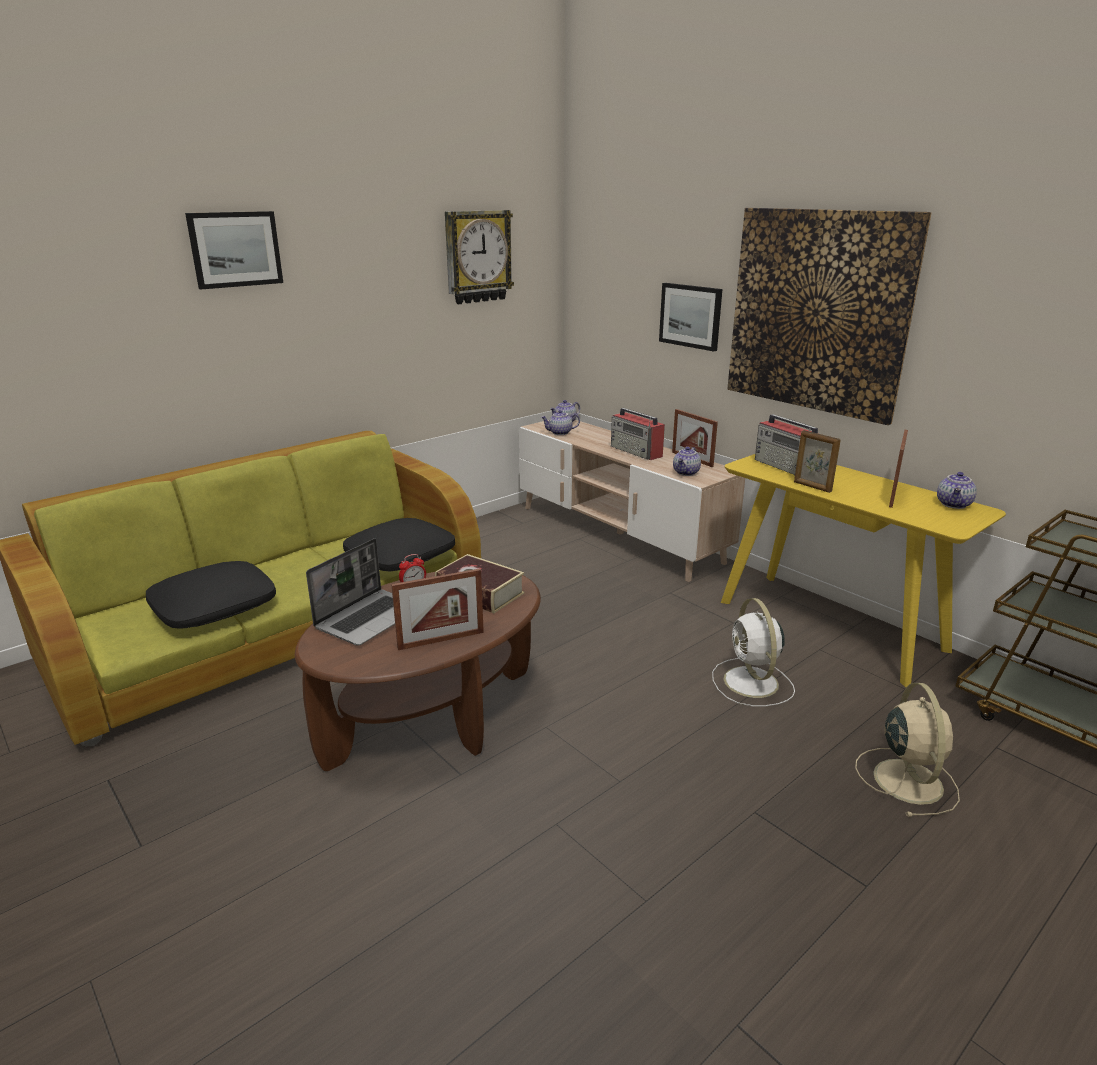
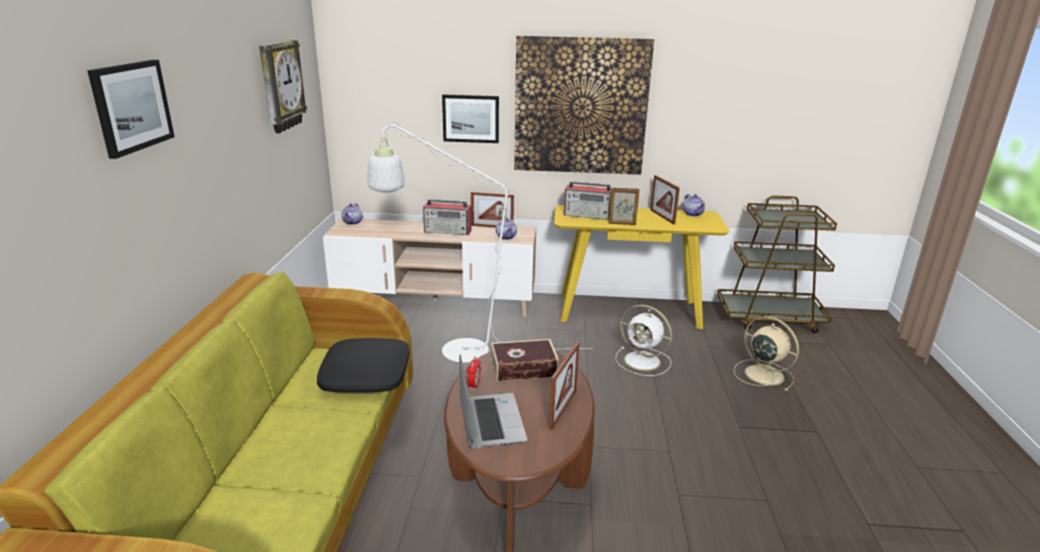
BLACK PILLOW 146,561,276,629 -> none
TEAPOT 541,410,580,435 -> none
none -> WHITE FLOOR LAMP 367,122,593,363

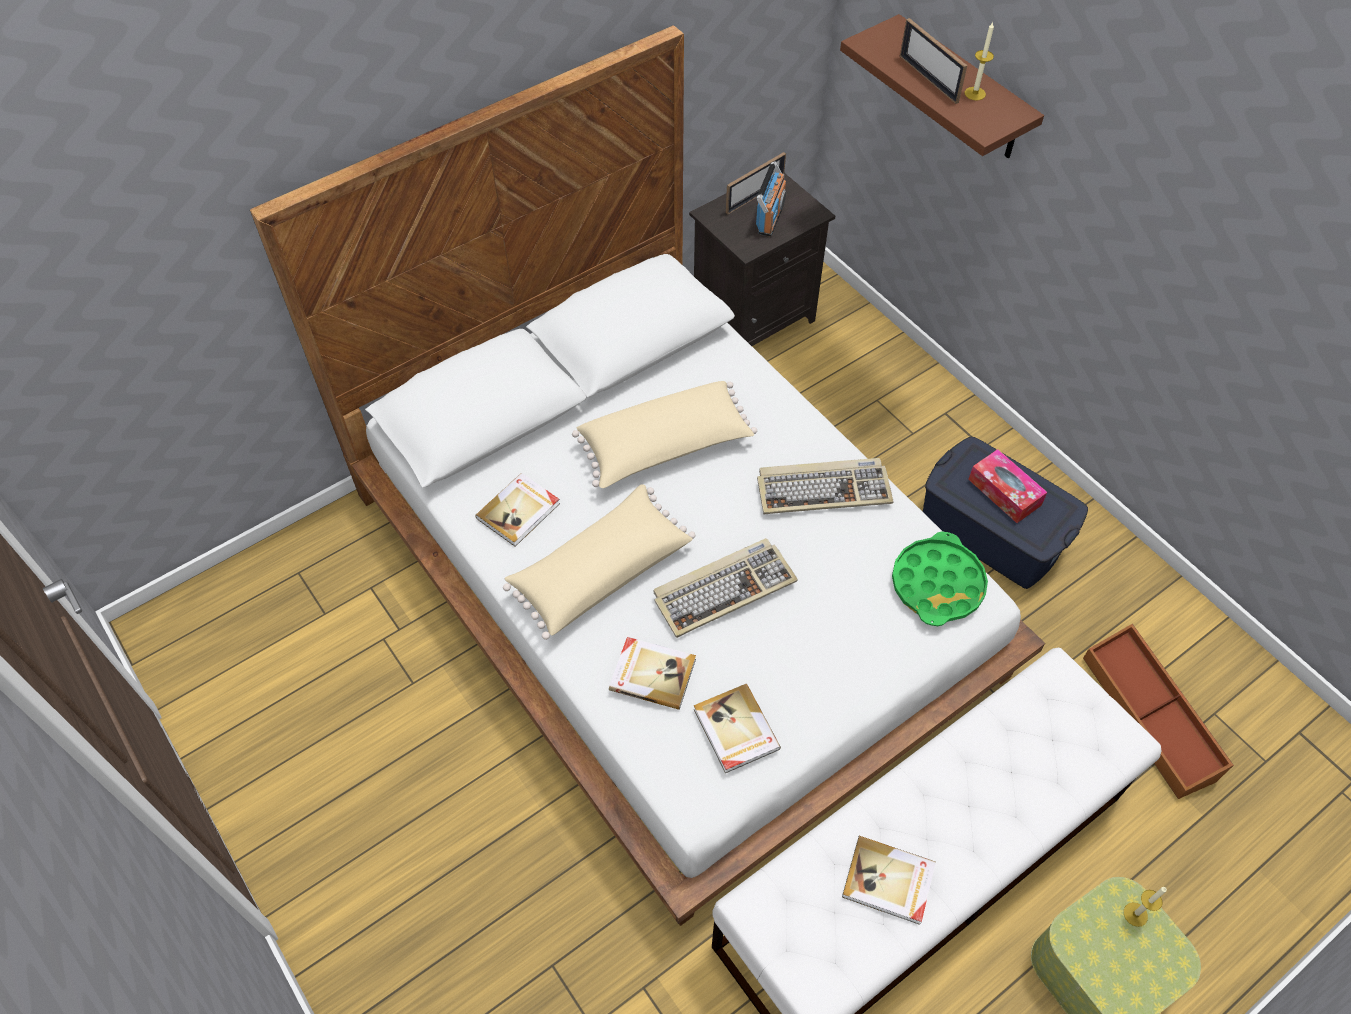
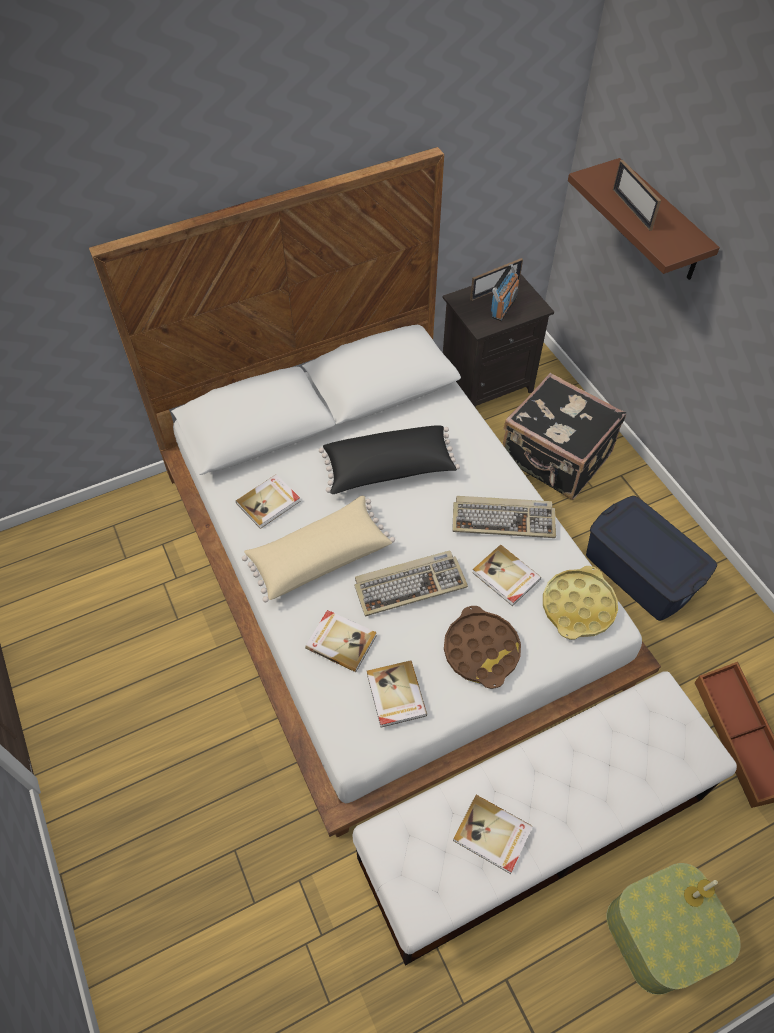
BEIGE PILLOW 572,381,757,488 -> BLACK PILLOW 319,425,460,494
GREEN TRAY 892,532,988,626 -> YELLOW TRAY 543,566,618,640
CANDLE 965,22,994,100 -> none
TISSUE BOX 968,449,1047,523 -> none
none -> BROWN TRAY 444,606,521,689
none -> BOOK 472,545,541,606
none -> BLACK SUITCASE 503,373,626,500

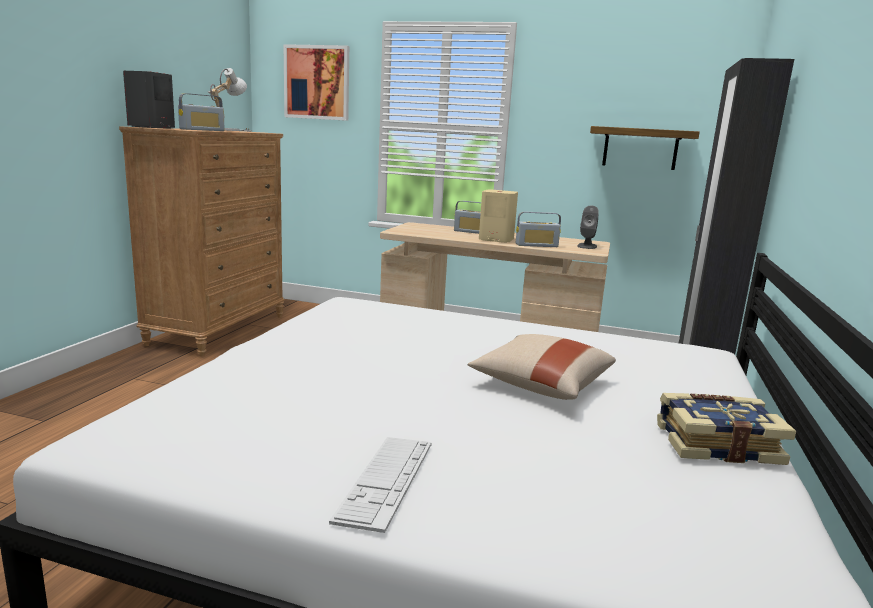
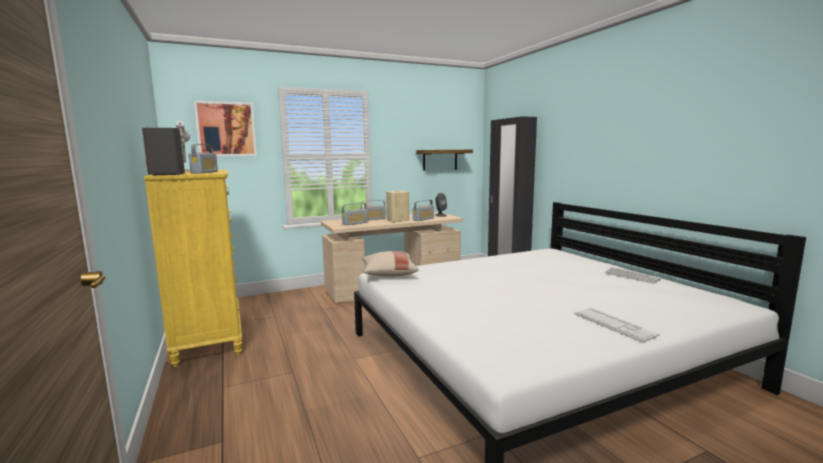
BROWN DRESSER 119,126,284,356 -> YELLOW DRESSER 144,170,242,367
BEIGE PILLOW 468,334,616,400 -> BEIGE PILLOW 362,251,419,277, move
BOOK 657,393,796,465 -> KEYBOARD 604,267,662,284
none -> RADIO 342,203,368,225

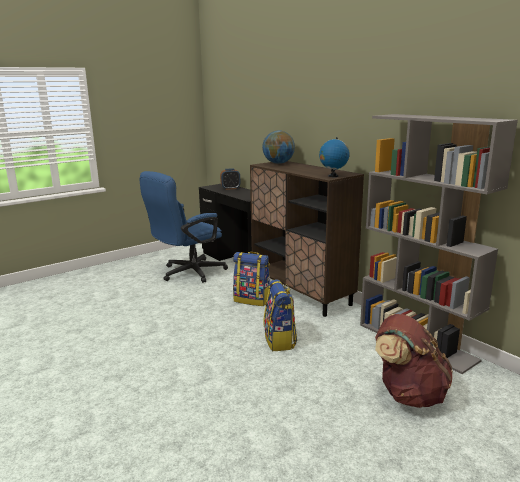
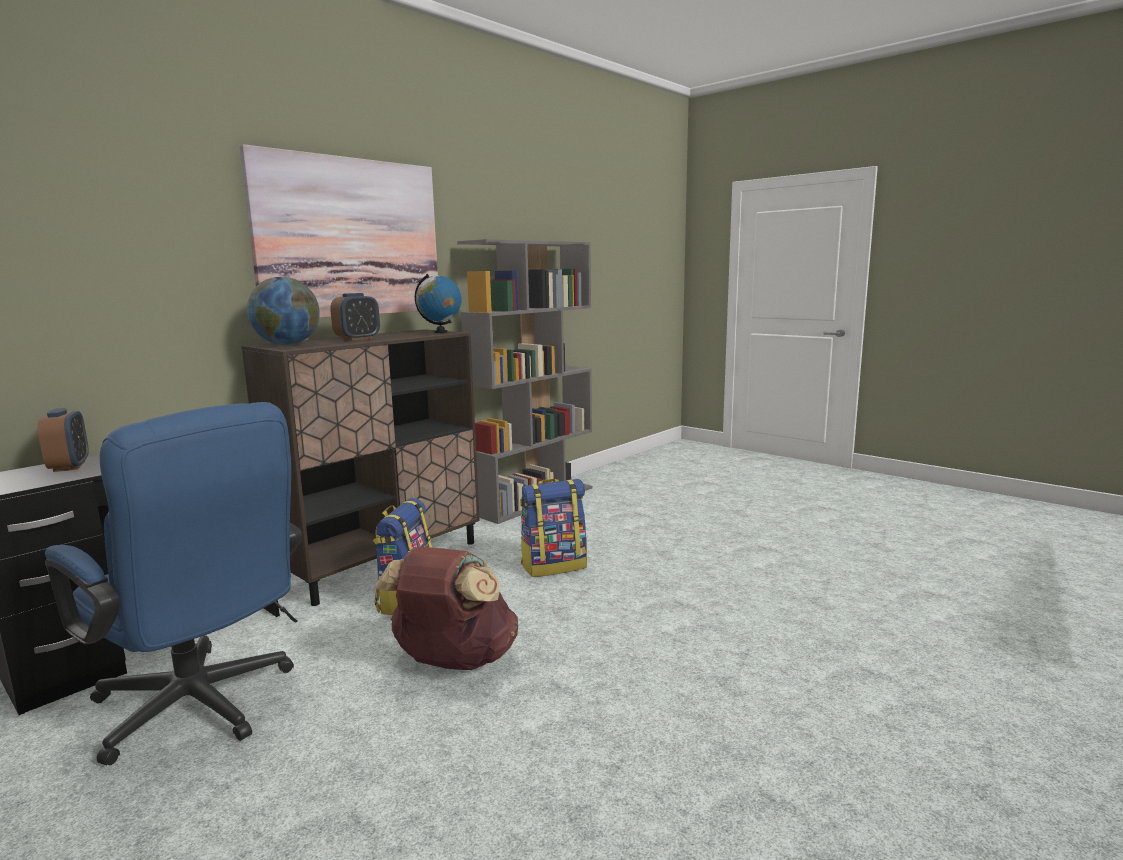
BROWN BACKPACK 375,314,453,408 -> BROWN BACKPACK 374,547,518,670, move
none -> PICTURE 239,144,438,318
none -> ALARM CLOCK 330,293,380,341

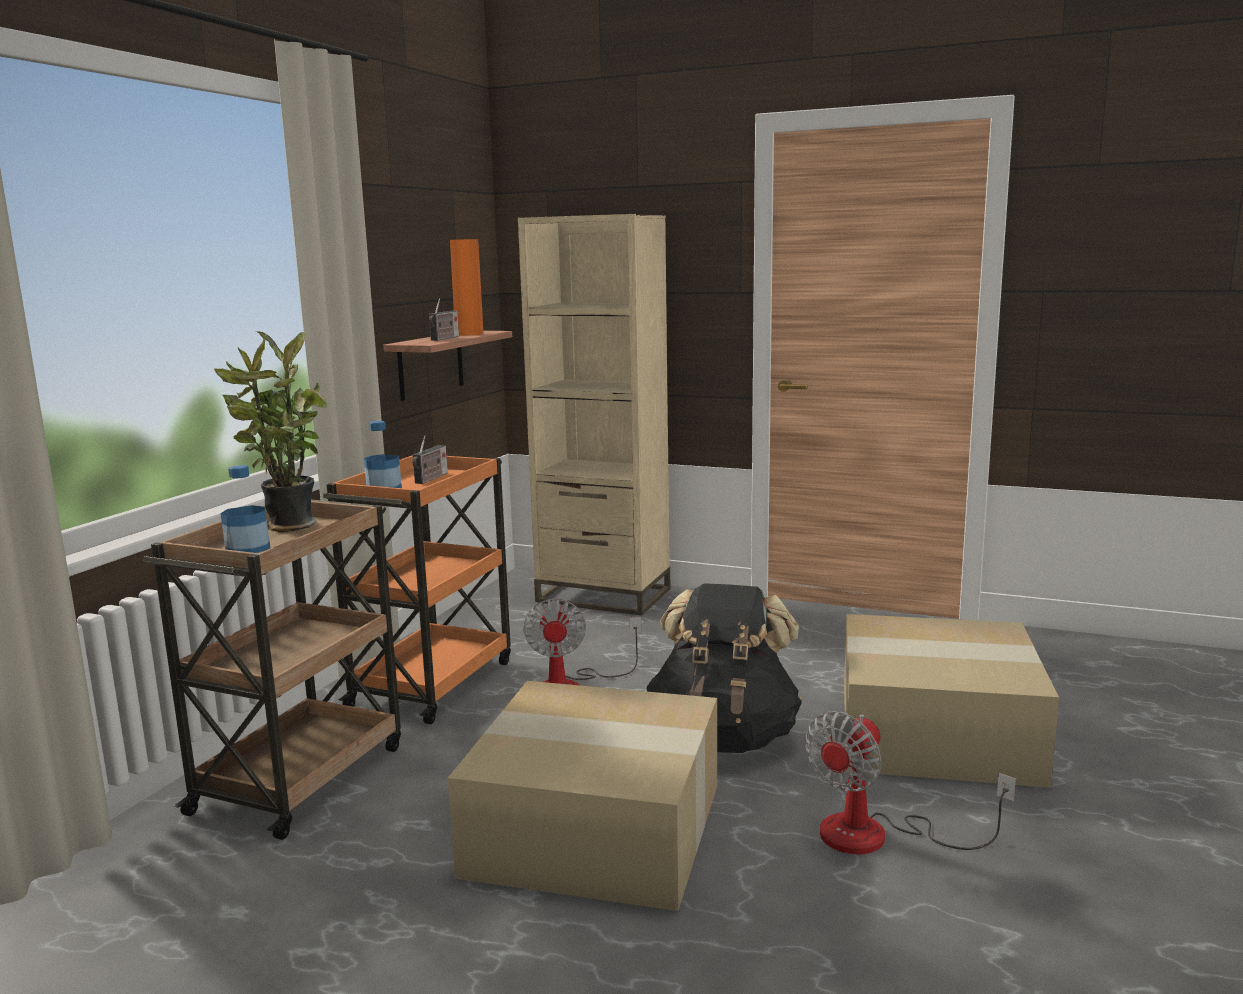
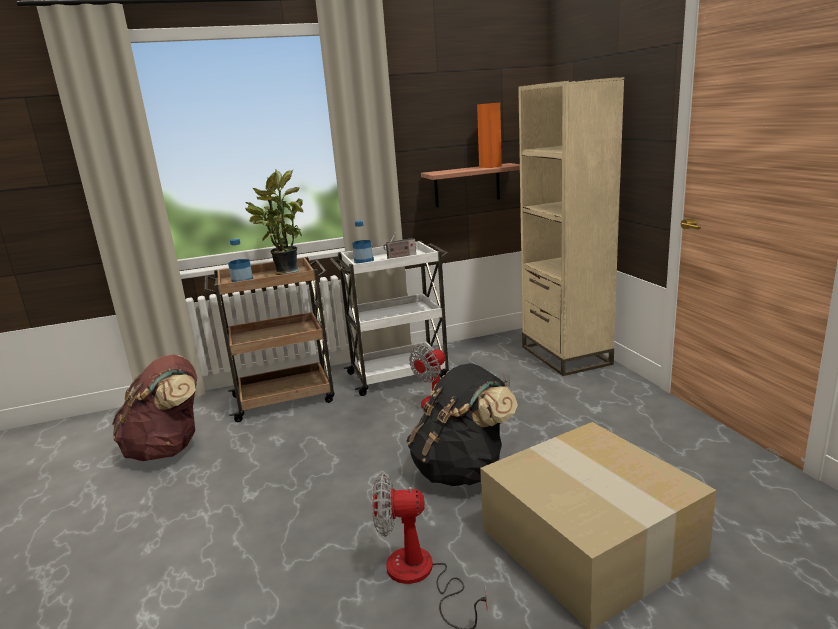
ORANGE CART 323,455,511,724 -> WHITE CART 330,241,449,396
RADIO 429,298,459,341 -> none
CARDBOARD BOX 448,681,717,911 -> none
none -> BROWN BACKPACK 112,354,197,461

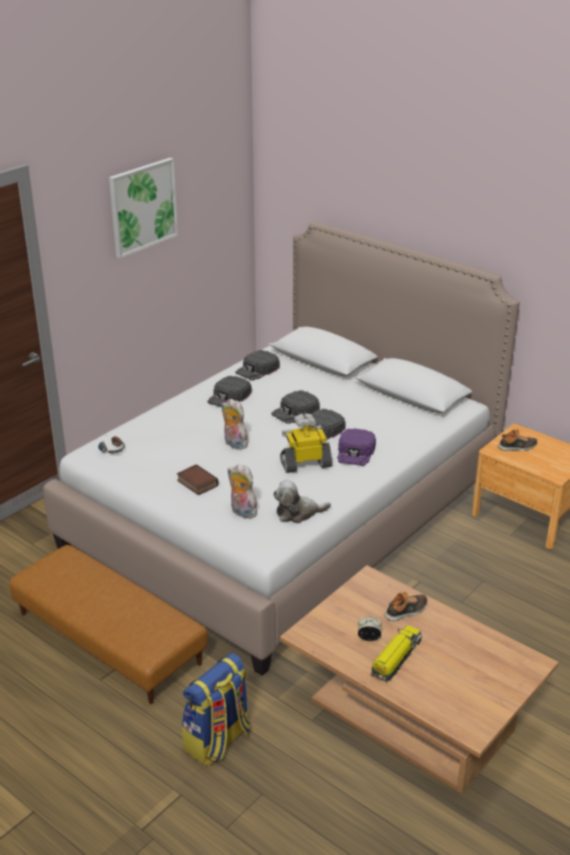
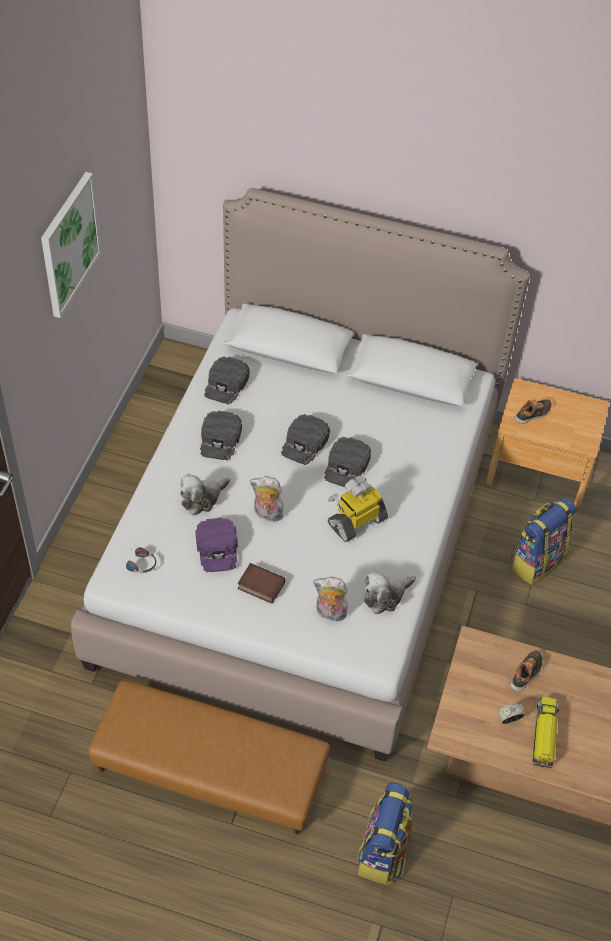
PURPLE CAP 337,428,376,466 -> PURPLE CAP 195,518,238,572, move
none -> PLUSH TOY 179,474,230,515
none -> BACKPACK 510,498,576,585

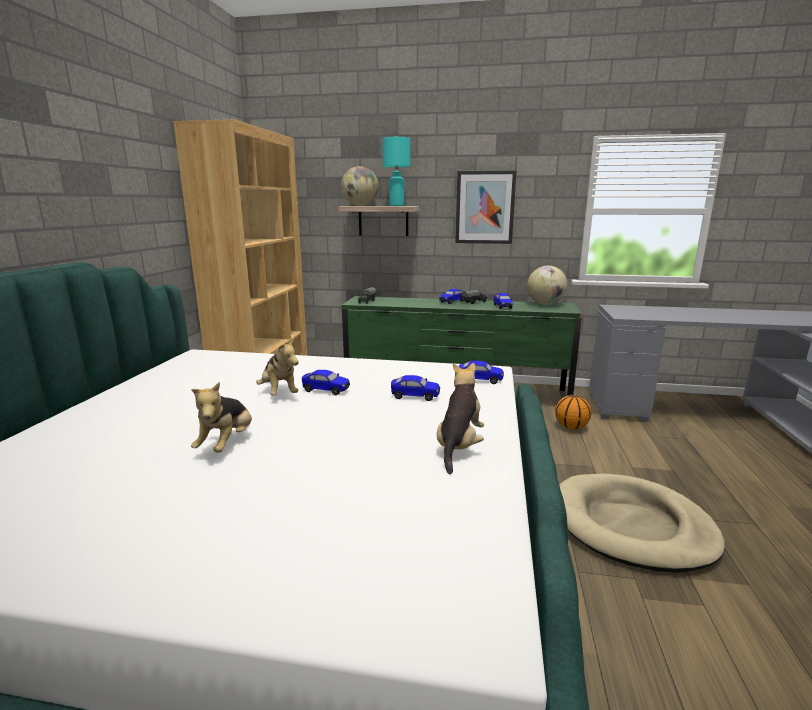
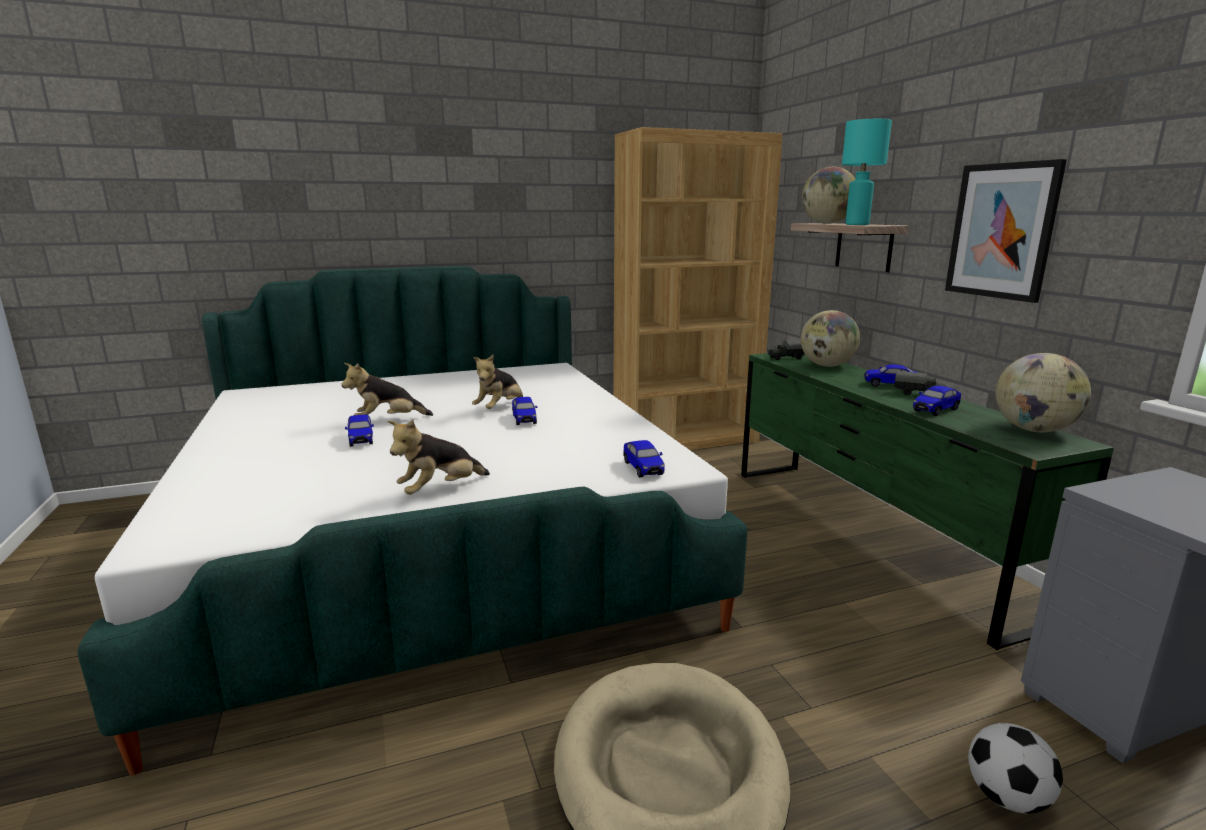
TOY CAR 391,375,440,401 -> TOY CAR 345,414,374,447, move
PLUSH TOY 437,363,484,474 -> PLUSH TOY 388,420,490,494, 150 degrees clockwise
BASKETBALL 555,395,592,430 -> none
none -> GLOBE 801,310,860,367
none -> FOOTBALL 968,723,1063,814

